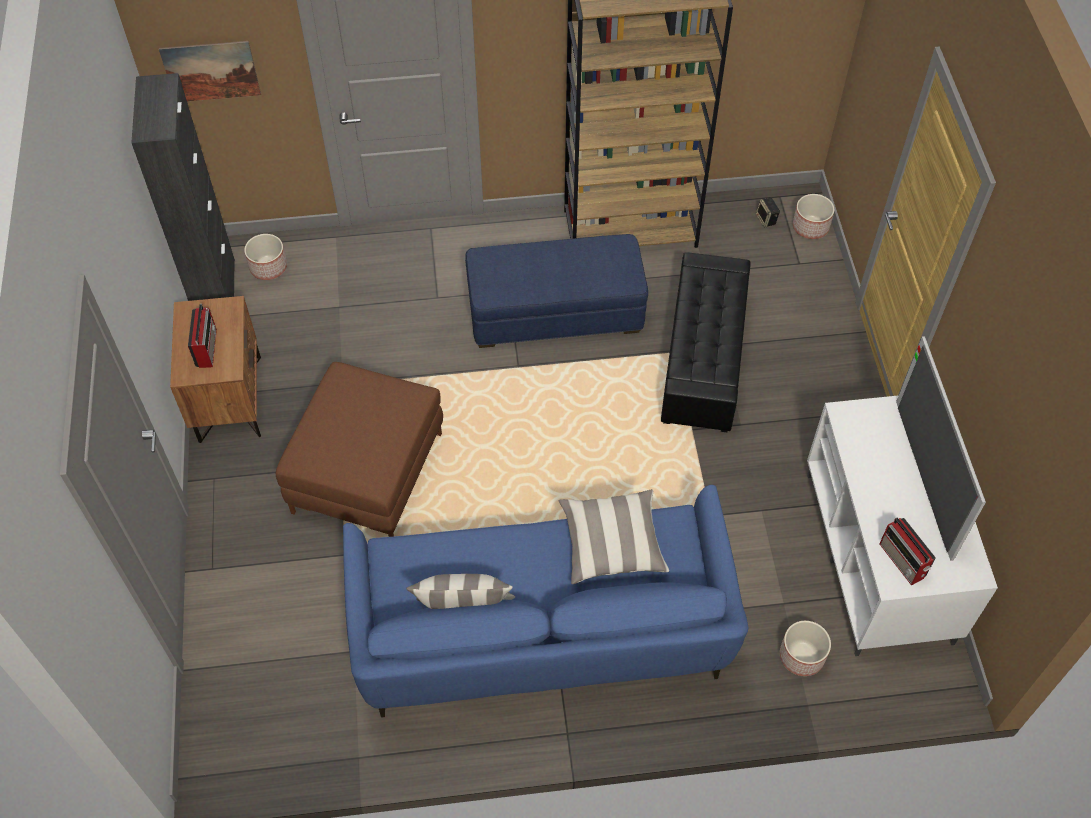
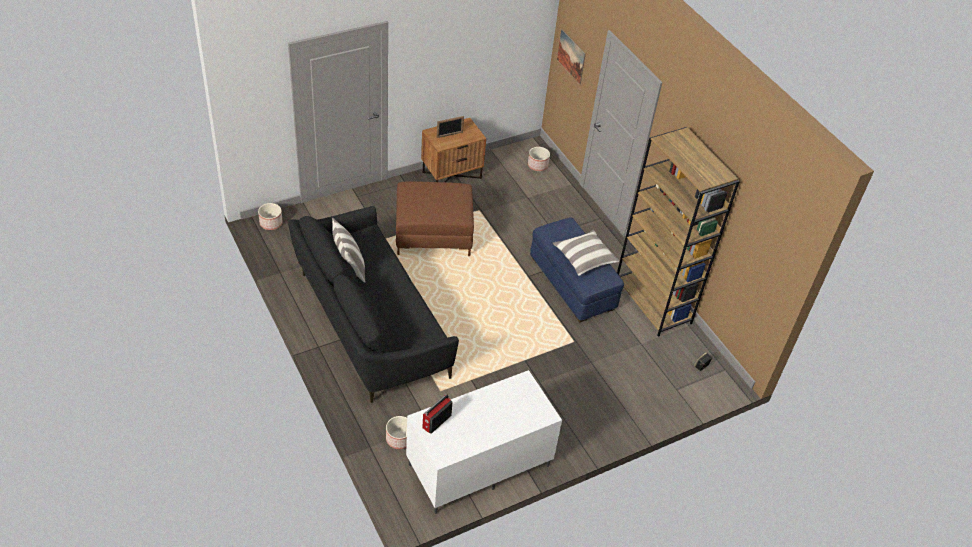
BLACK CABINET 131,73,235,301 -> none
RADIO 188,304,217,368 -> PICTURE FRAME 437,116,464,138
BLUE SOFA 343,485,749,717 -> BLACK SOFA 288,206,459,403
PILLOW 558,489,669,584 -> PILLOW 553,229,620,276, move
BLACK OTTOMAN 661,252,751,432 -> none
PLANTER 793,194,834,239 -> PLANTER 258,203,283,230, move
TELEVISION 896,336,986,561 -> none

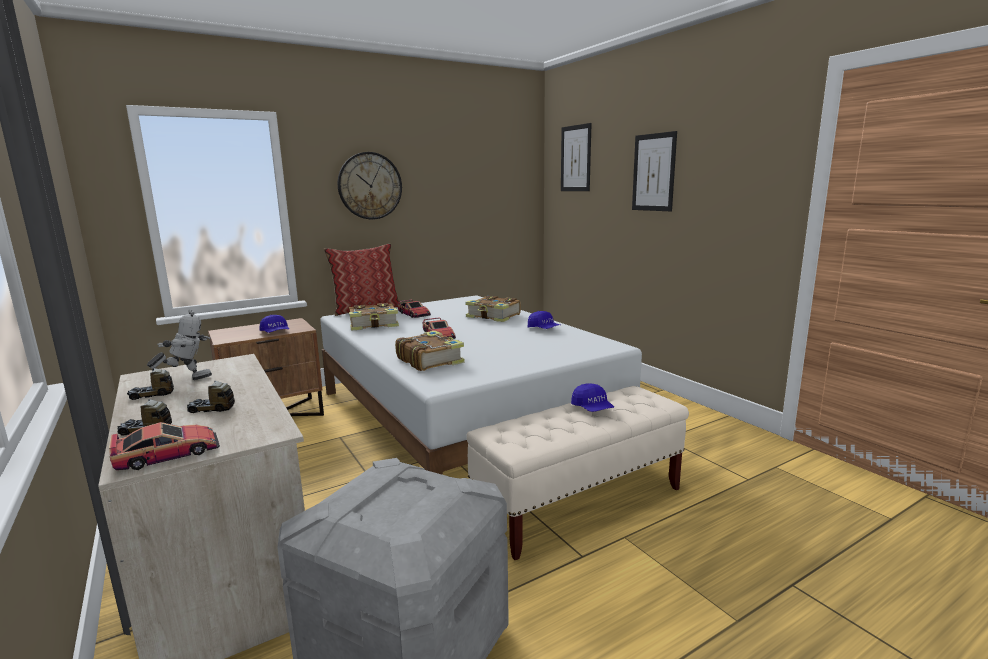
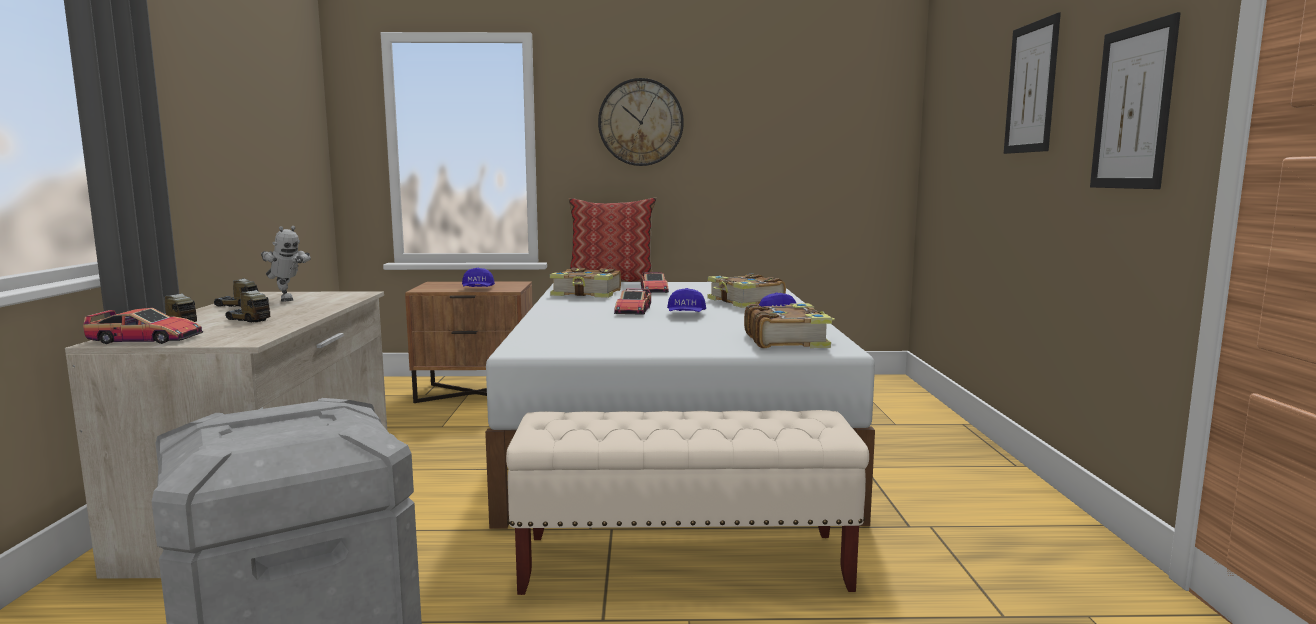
TOY ROBOT 147,310,212,380 -> TOY ROBOT 261,226,311,302, 45 degrees clockwise
BOOK 395,331,465,371 -> BOOK 744,303,835,348, move
PICTURE 561,123,592,191 -> PICTURE 1090,12,1181,189, move
BLUE CAP 571,383,614,412 -> BLUE CAP 667,288,706,312, move

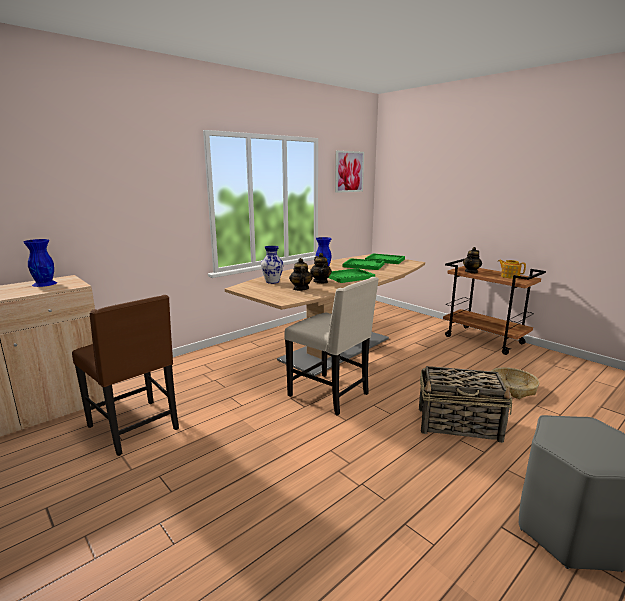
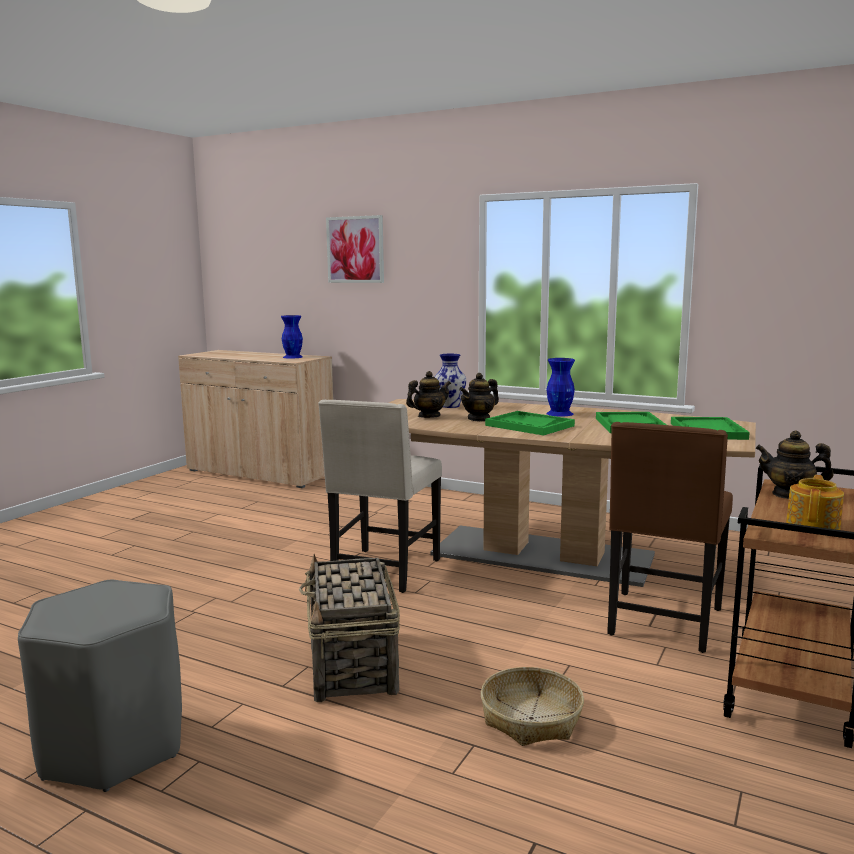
BROWN CHAIR 72,295,179,456 -> BROWN CHAIR 607,422,733,653, move
PICTURE 335,151,364,193 -> PICTURE 326,215,384,283, move

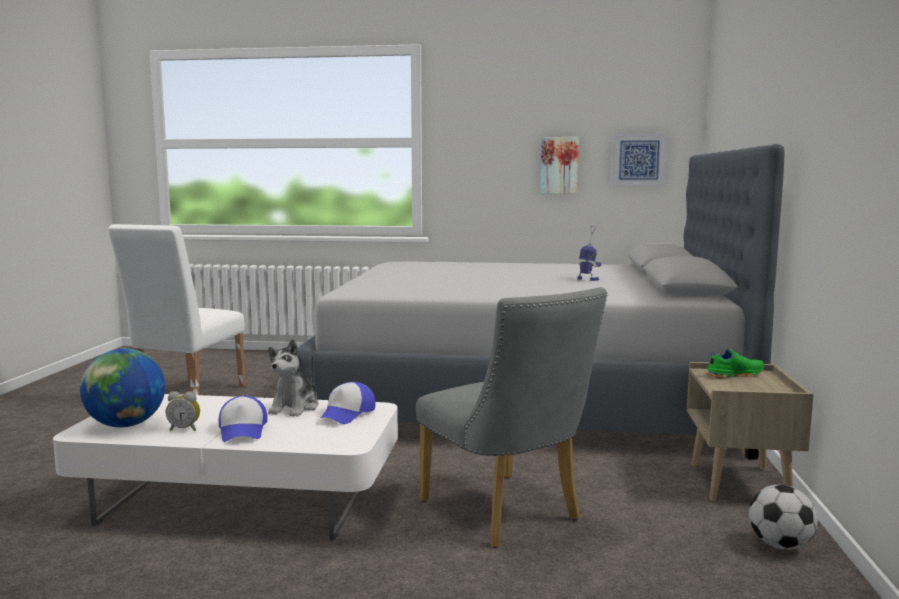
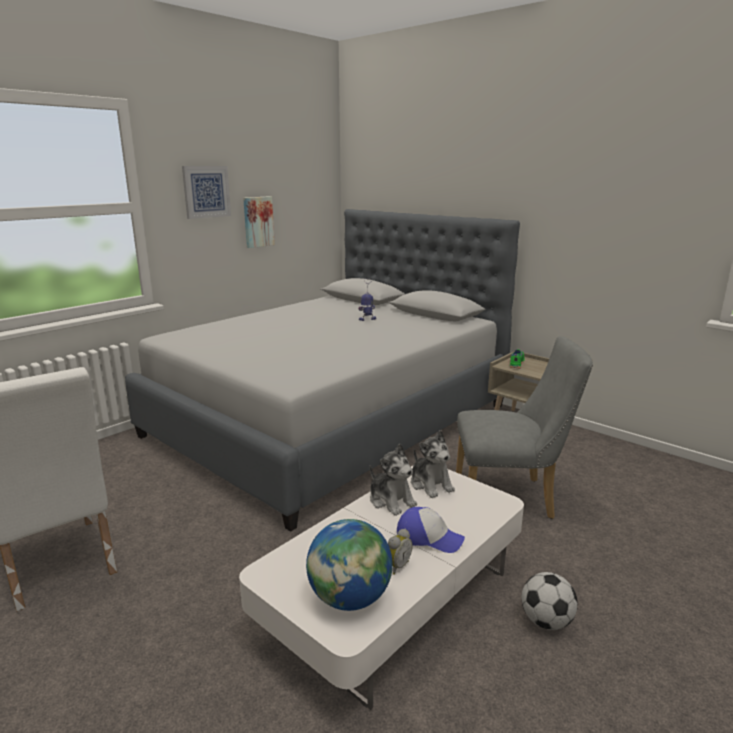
CAP 319,382,376,424 -> PLUSH TOY 411,430,455,498
PICTURE 611,133,668,187 -> PICTURE 182,166,231,219, move
FOOTBALL 749,485,818,550 -> FOOTBALL 522,572,578,630, move

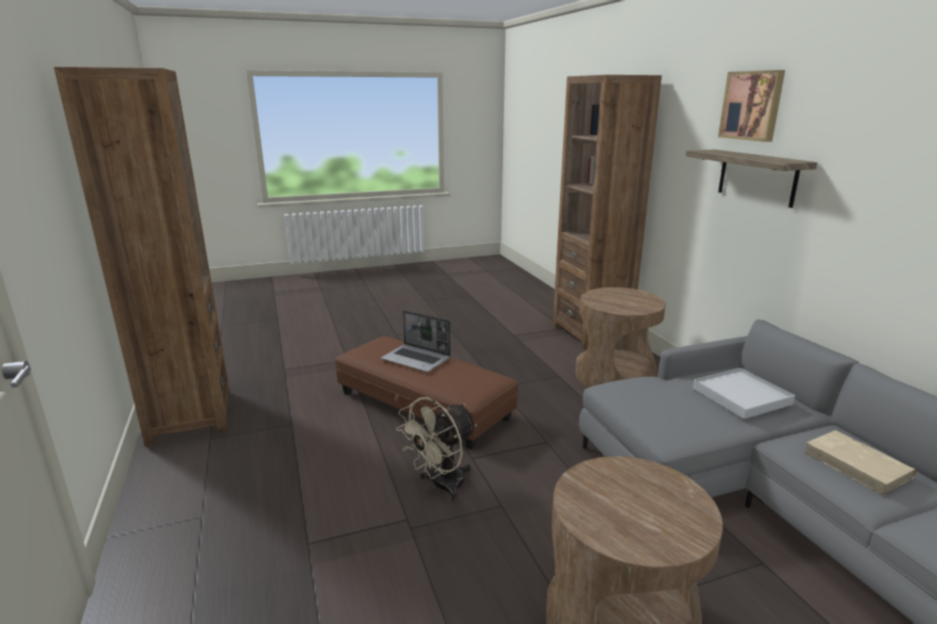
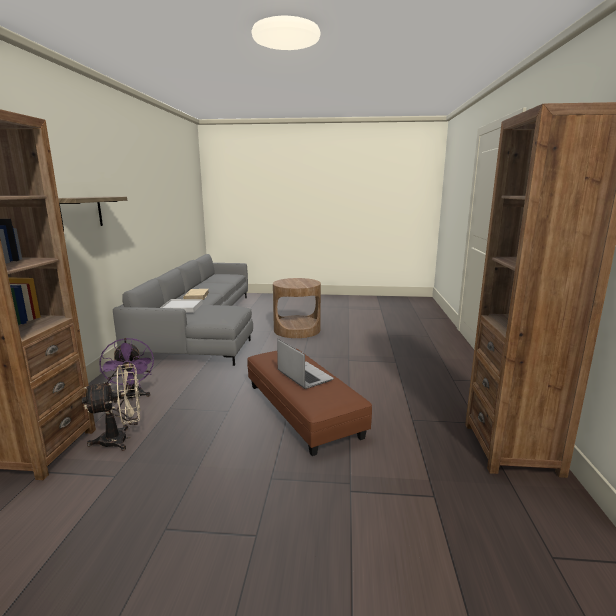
BEIGE FAN 396,397,477,501 -> BEIGE FAN 82,364,141,451, move
BROWN SIDE TABLE 575,287,666,388 -> PURPLE FAN 99,338,154,403
PICTURE 718,70,785,142 -> none

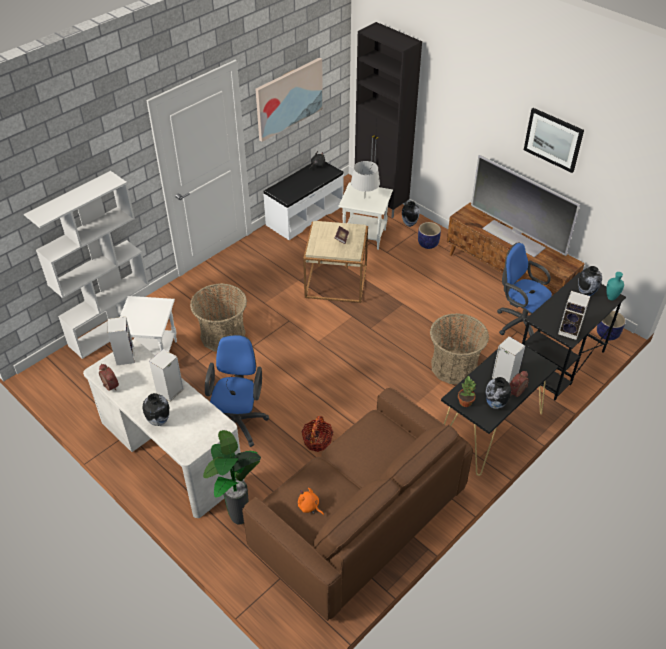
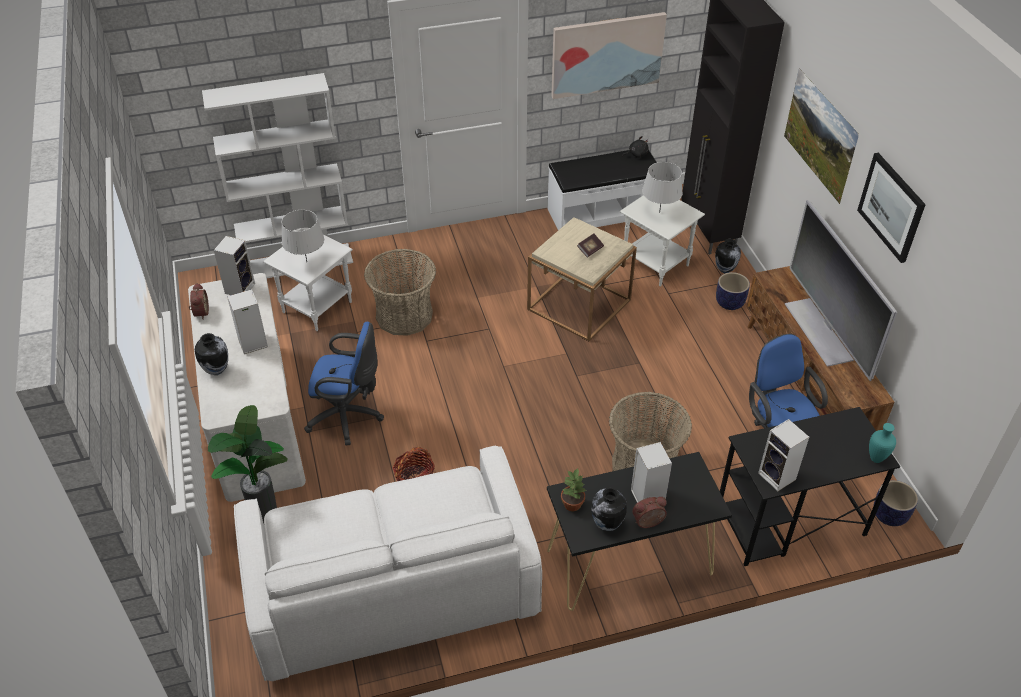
BLUE OFFICE CHAIR 205,335,269,447 -> BLUE OFFICE CHAIR 304,322,384,446, 60 degrees clockwise
BROWN SOFA 242,387,473,621 -> WHITE SOFA 234,446,542,681
ORANGE PLUSH TOY 298,488,324,515 -> none
VASE 578,266,602,296 -> none
none -> GREY TABLE LAMP 282,210,324,262
none -> PICTURE 784,68,859,204

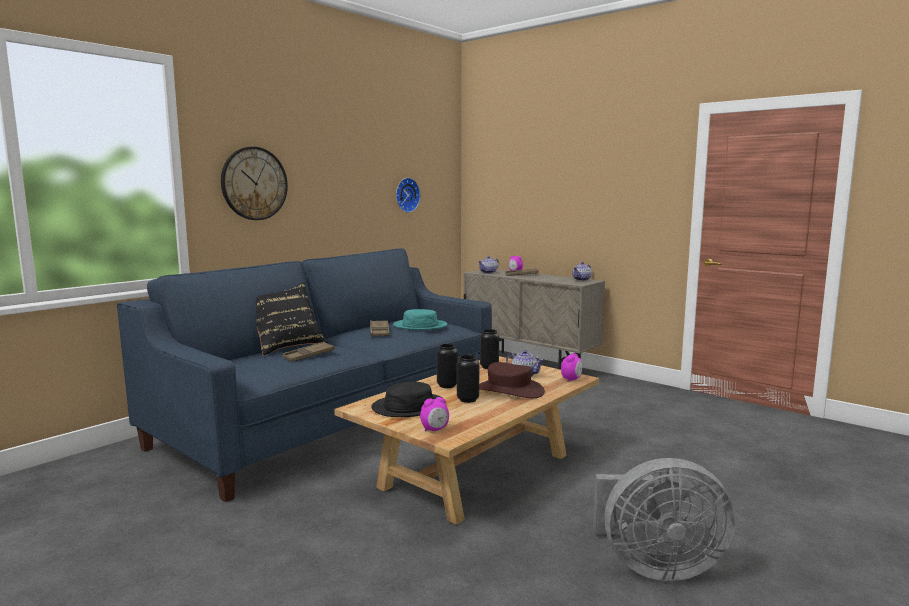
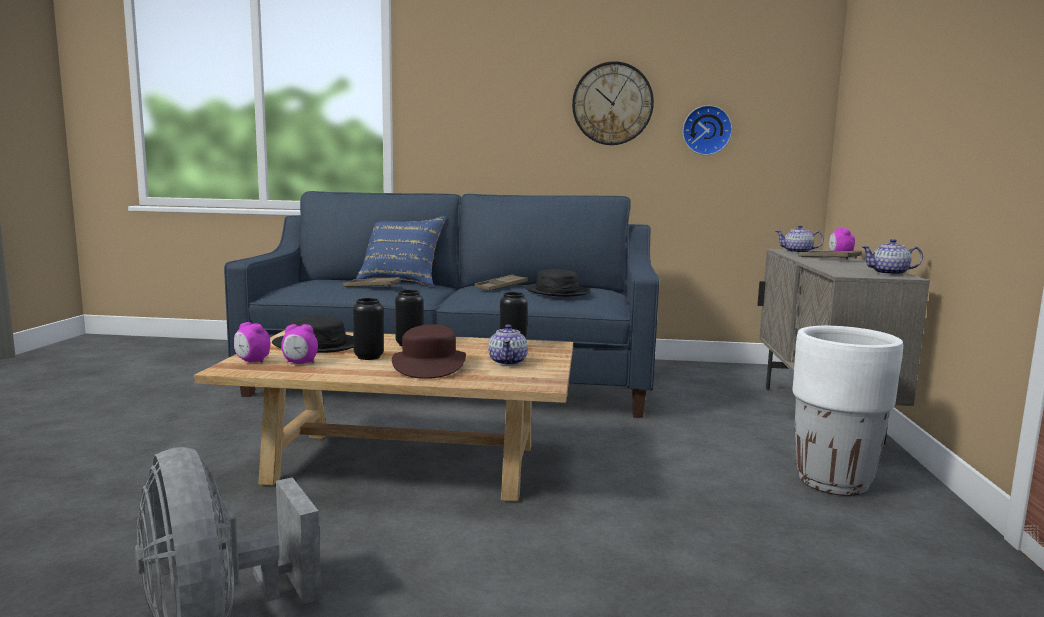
WALL CLOCK 221,147,288,220 -> WALL CLOCK 572,61,654,145, move
BLACK PILLOW 256,282,328,356 -> BLUE PILLOW 356,216,446,286
TURQUOISE HAT 393,309,447,330 -> BLACK HAT 525,269,591,297
ALARM CLOCK 561,353,583,382 -> ALARM CLOCK 281,324,318,364, move
none -> WHITE PLANTER 793,326,903,496

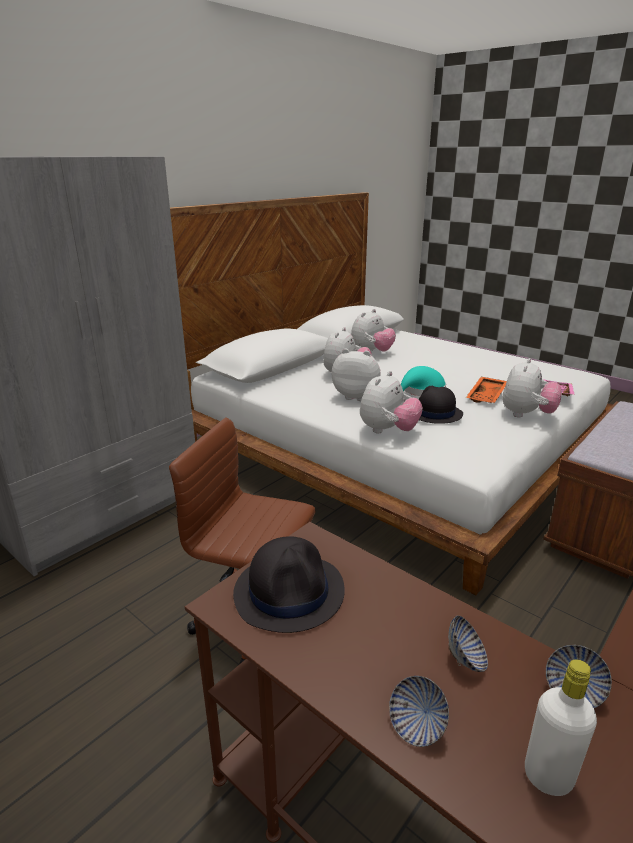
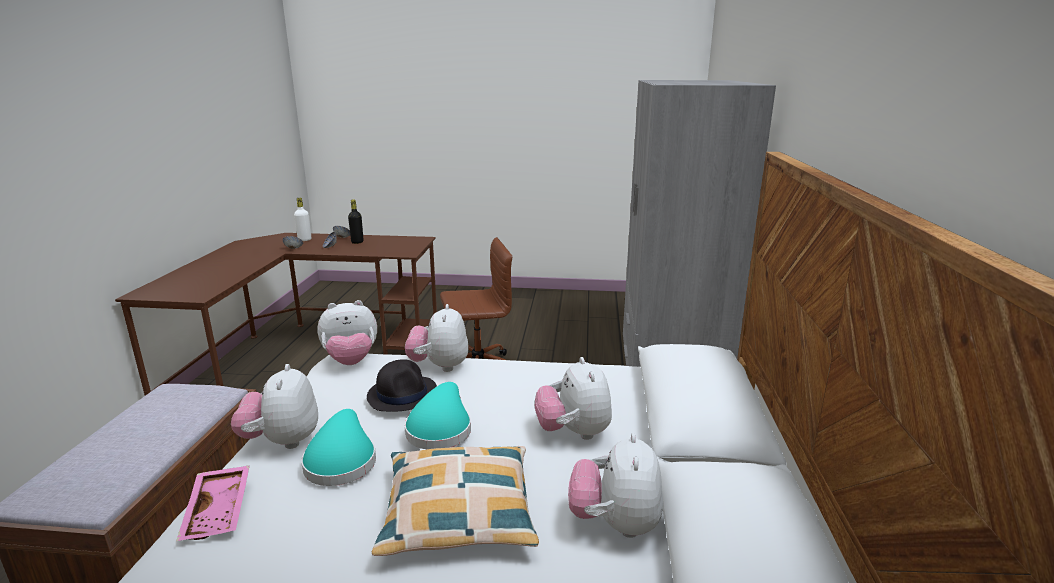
BLACK HAT 233,536,345,633 -> none
PLUSH TOY 331,349,381,401 -> PLUSH TOY 317,300,377,365, move
ORANGE TRAY 466,377,507,403 -> TURQUOISE HAT 301,409,376,486
none -> BLACK BOTTLE 348,199,364,244
none -> PILLOW 372,446,539,556

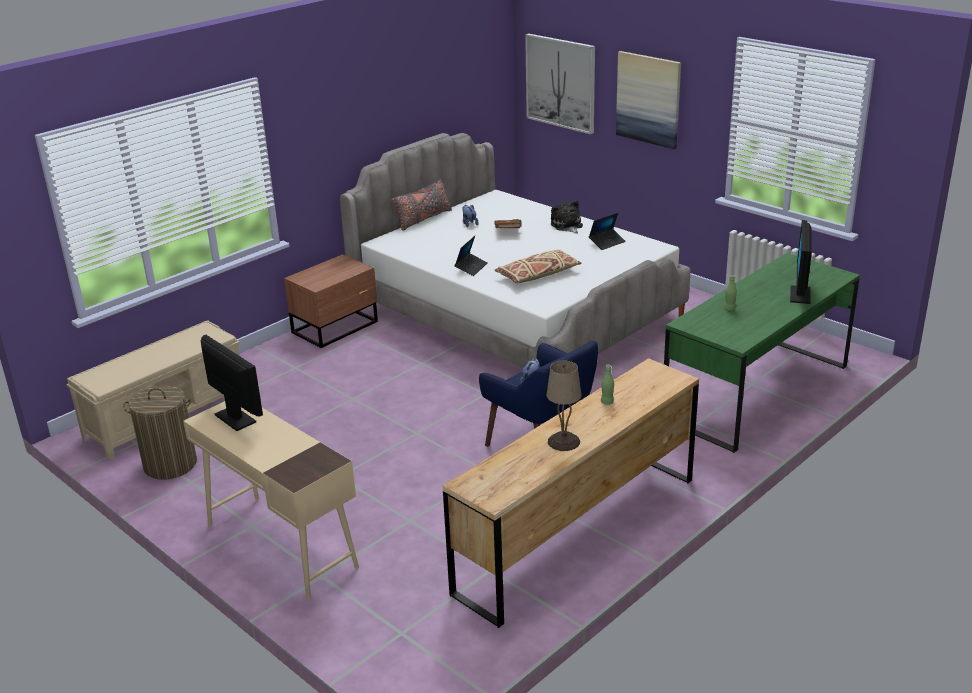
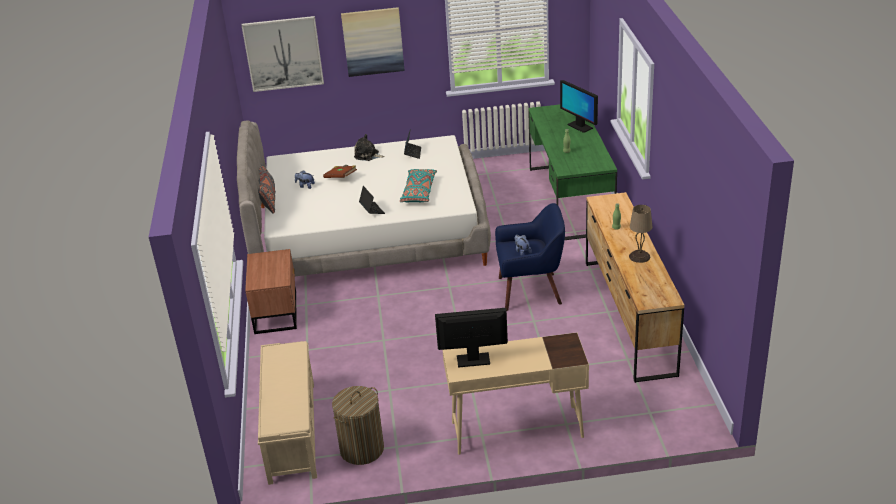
BEIGE PILLOW 495,249,581,283 -> TURQUOISE PILLOW 400,169,437,202

